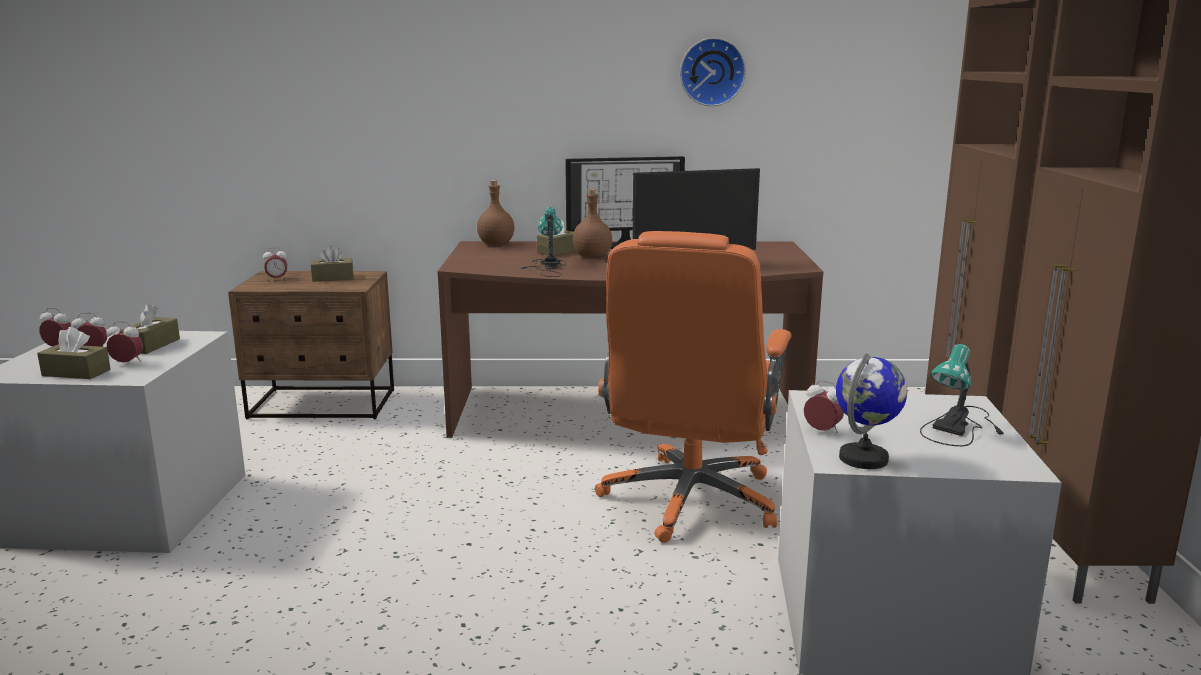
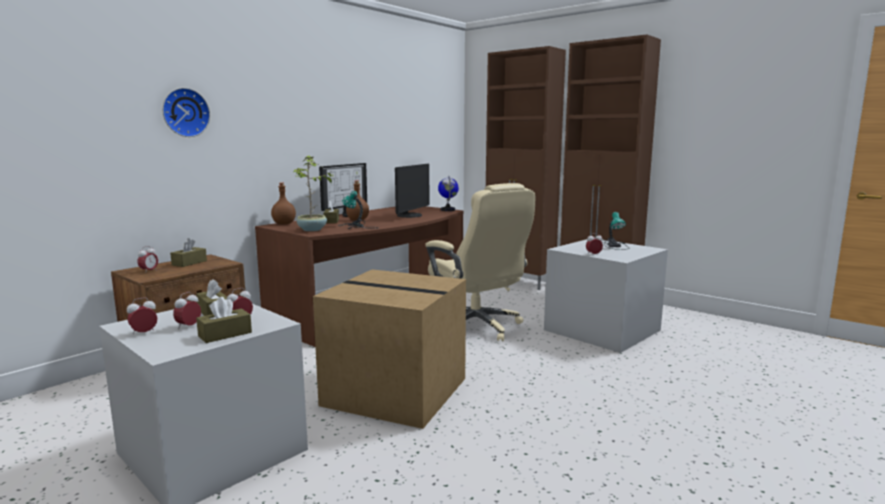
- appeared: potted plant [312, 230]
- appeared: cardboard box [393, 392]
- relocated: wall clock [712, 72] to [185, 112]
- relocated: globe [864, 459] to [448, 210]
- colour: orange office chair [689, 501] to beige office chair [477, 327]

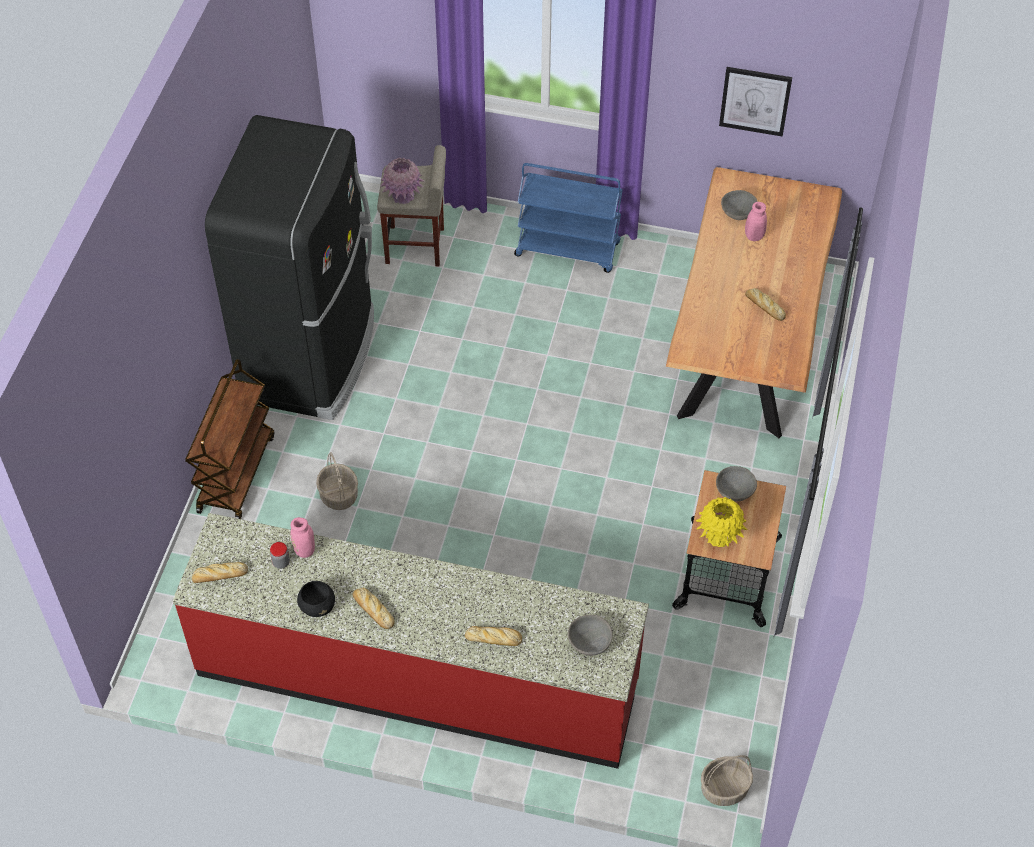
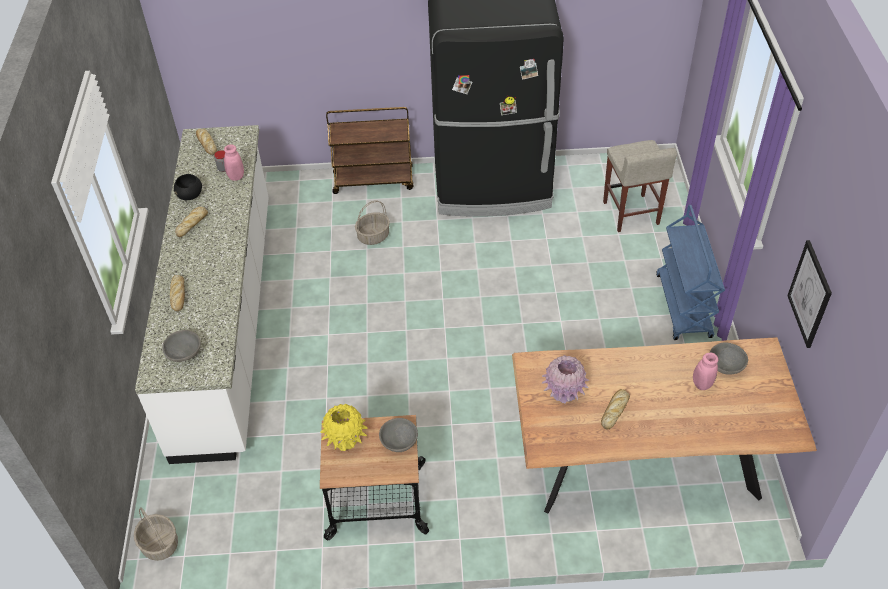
- relocated: pink vase [403, 196] to [563, 393]
- colour: red counter [417, 678] to white counter [227, 321]

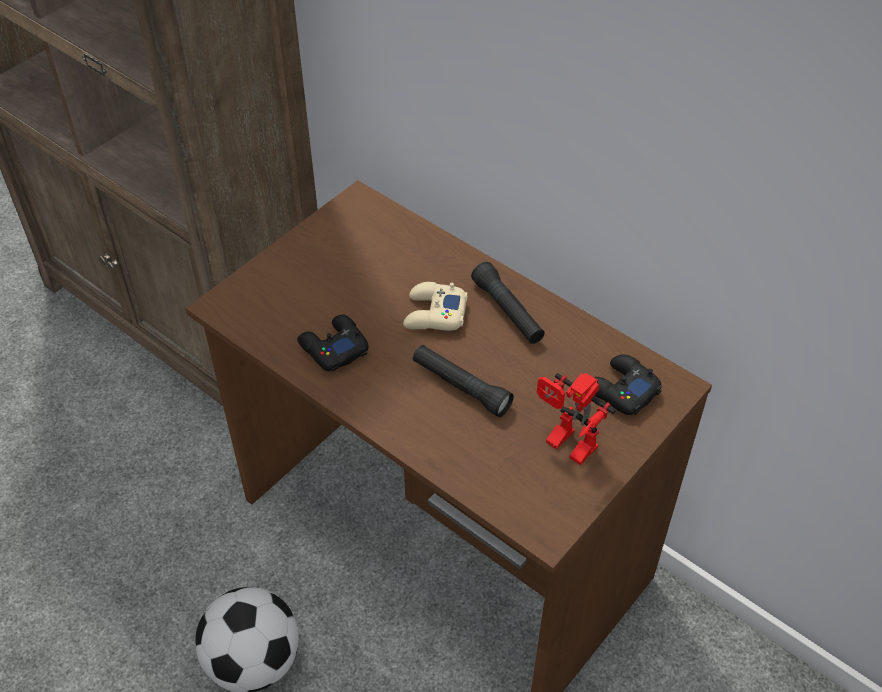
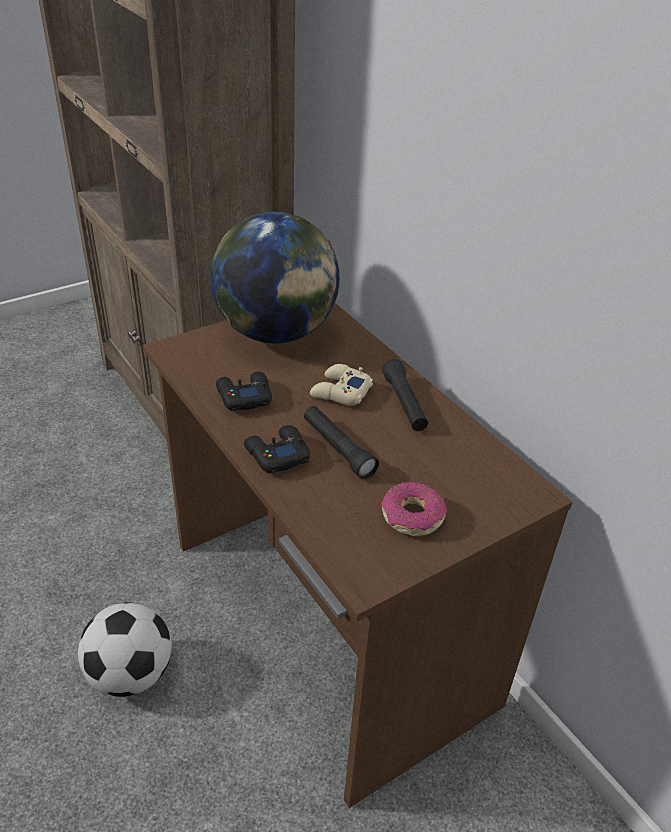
- appeared: globe [275, 333]
- relocated: black game controller [621, 390] to [276, 454]
- exchanged: toy robot [565, 446] to donut [412, 516]

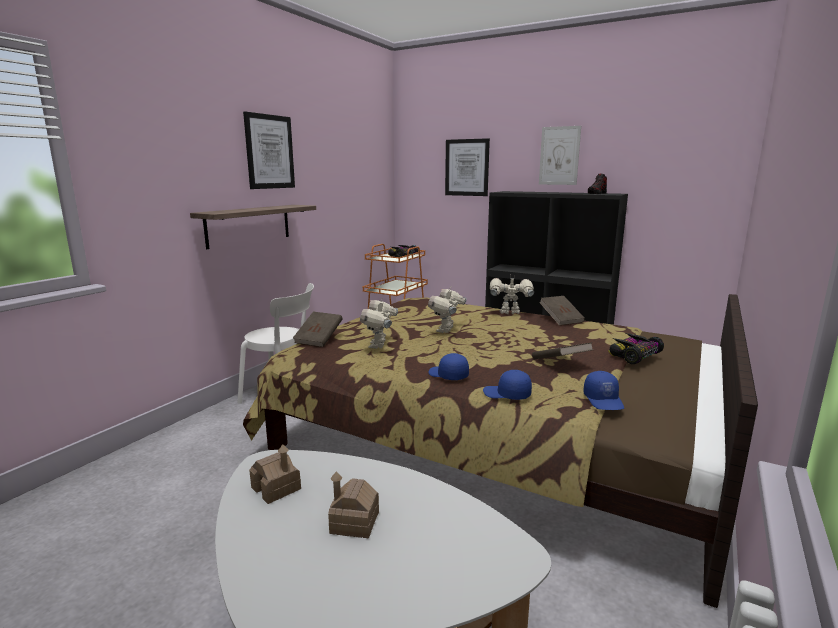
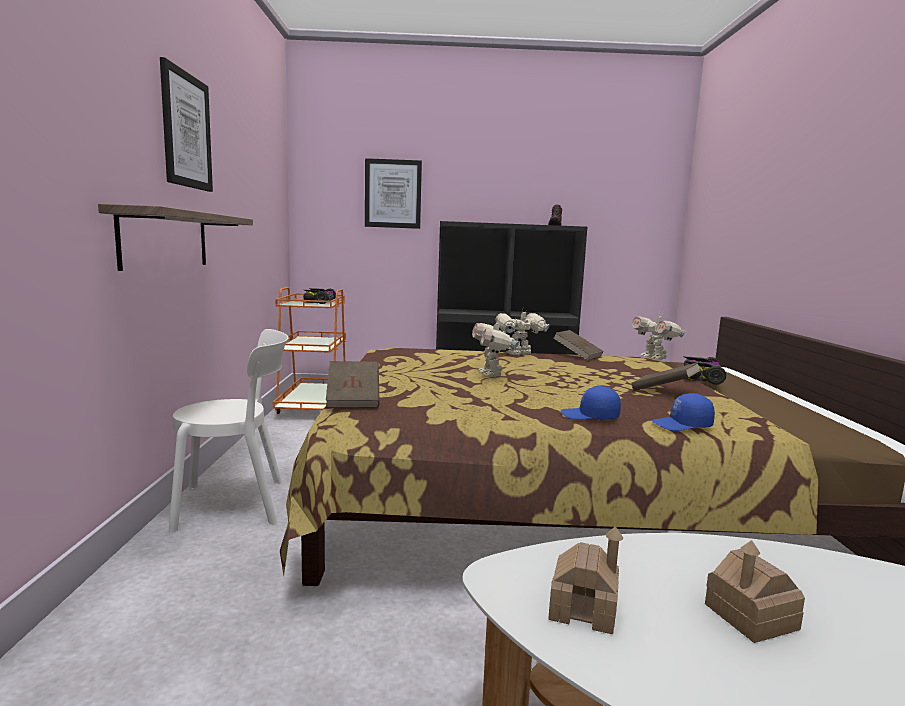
- missing: picture [559, 156]
- missing: blue cap [604, 400]
- relocated: toy robot [379, 345] to [654, 358]

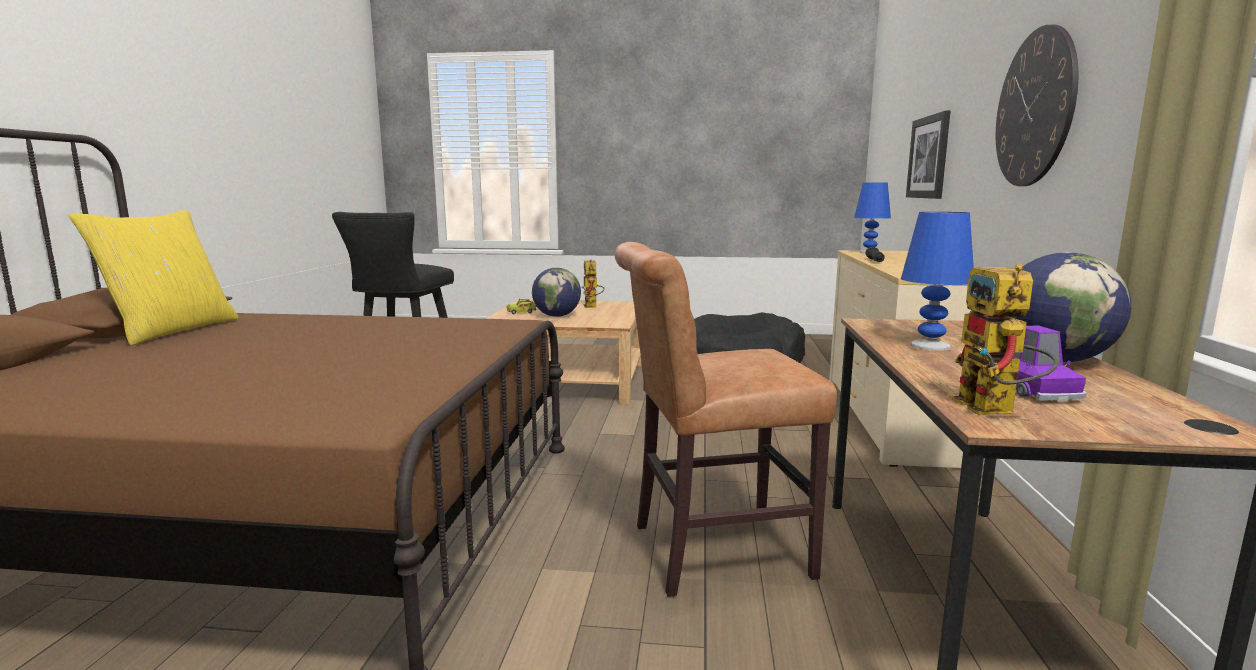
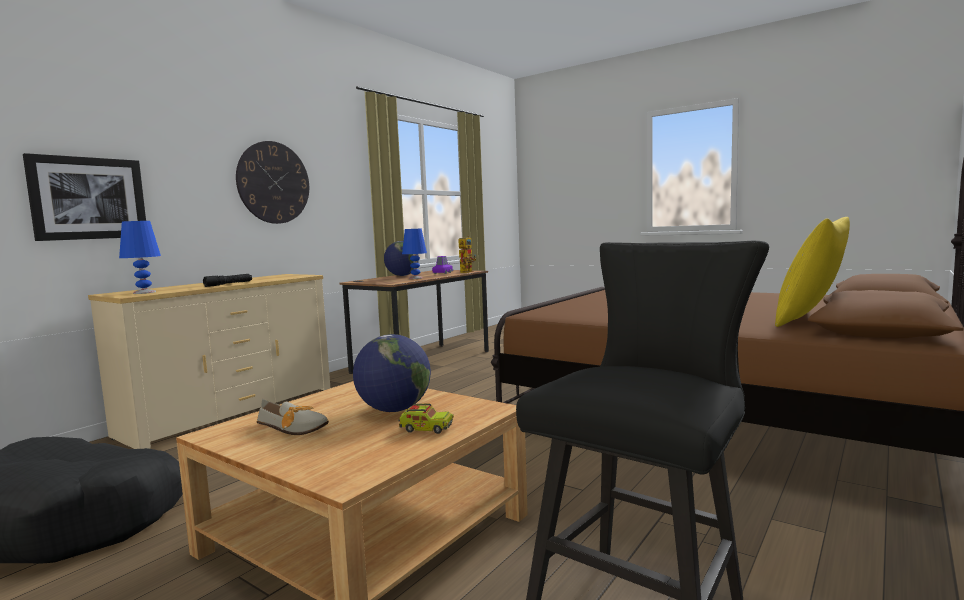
- missing: brown chair [710, 551]
- exchanged: toy robot [592, 307] to shoe [295, 429]

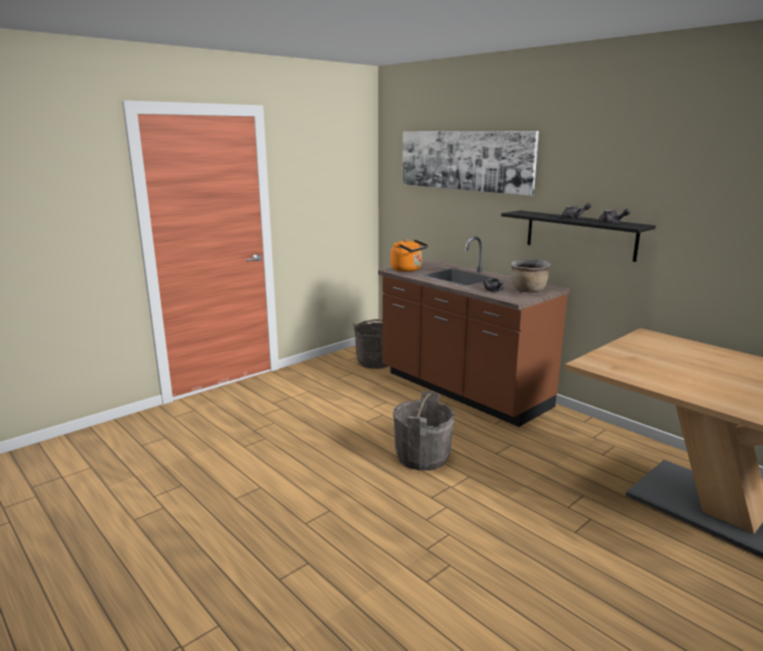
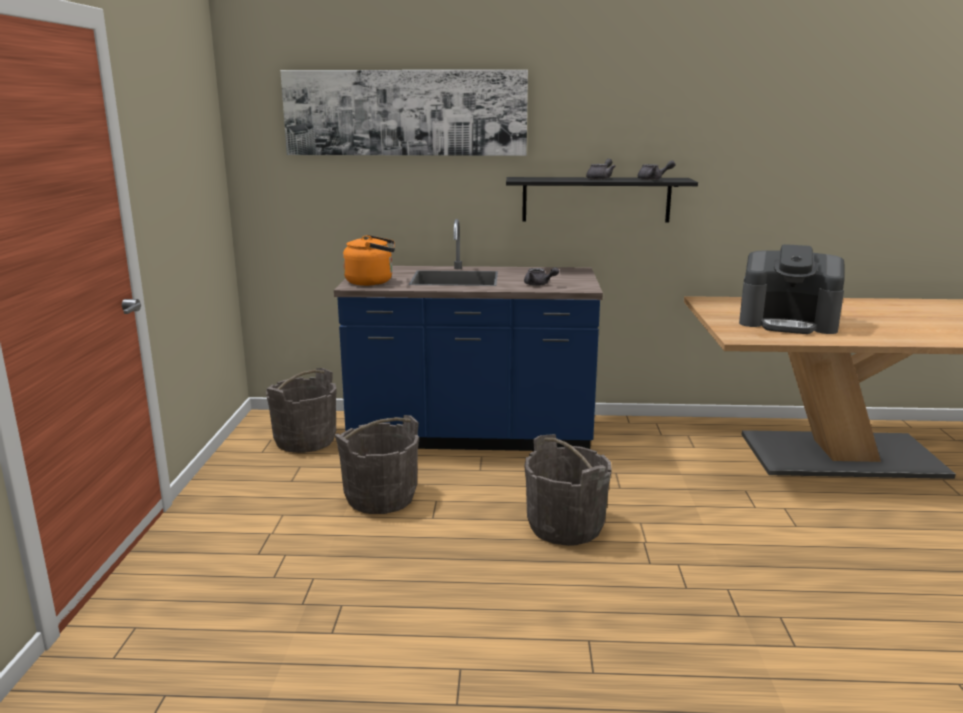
- missing: brown cooking pot [528, 291]
- appeared: grey bucket [380, 497]
- appeared: coffee machine [788, 322]
- colour: brown counter [462, 390] to blue counter [471, 436]

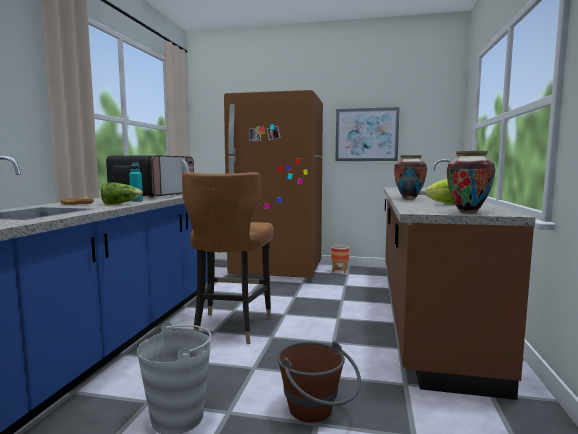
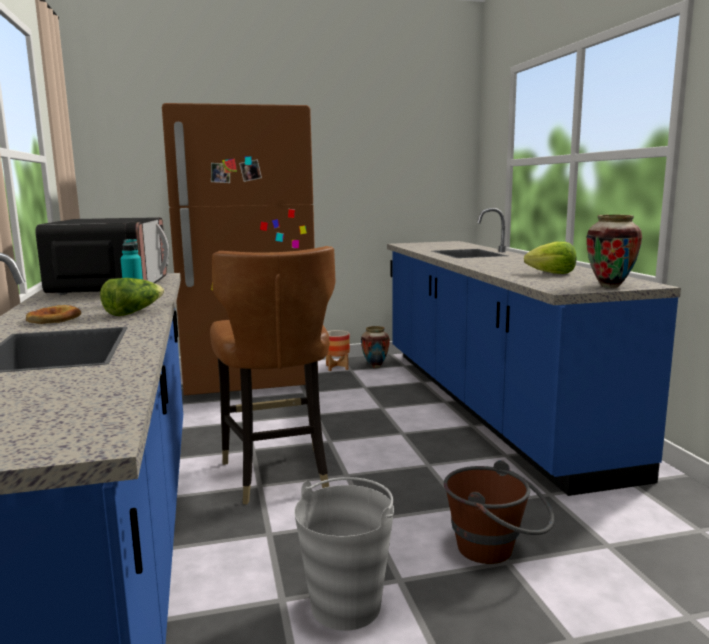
- missing: picture [366, 135]
- relocated: vase [409, 199] to [375, 366]
- colour: brown counter [423, 310] to blue counter [486, 403]

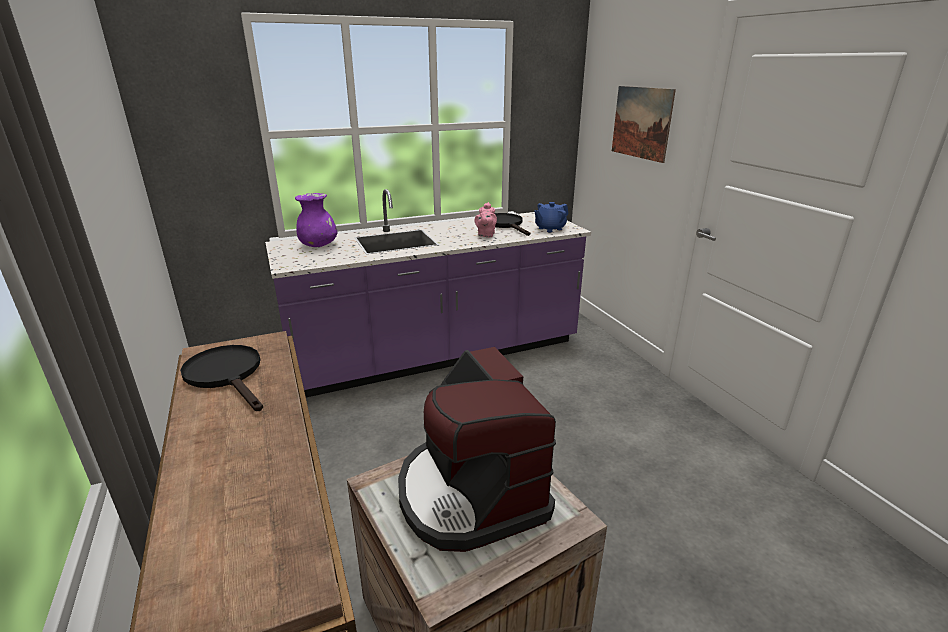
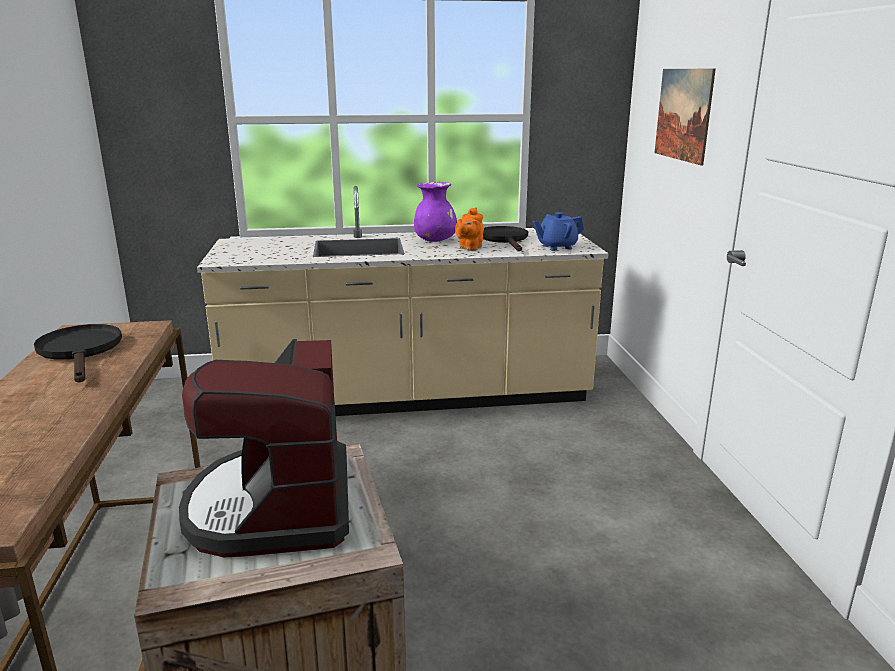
- relocated: purple vase [318, 245] to [435, 241]
- colour: purple counter [437, 356] to beige counter [408, 398]
- colour: pink teapot [485, 235] to orange teapot [469, 248]

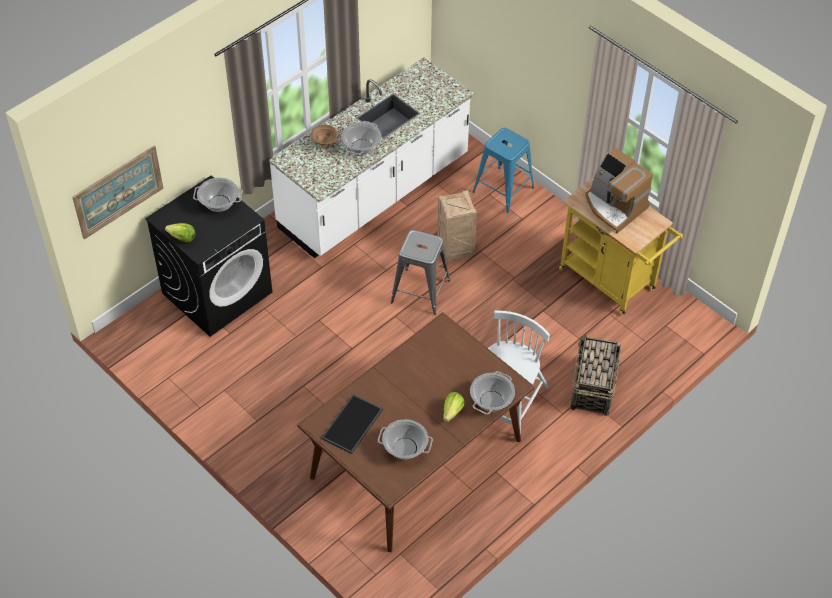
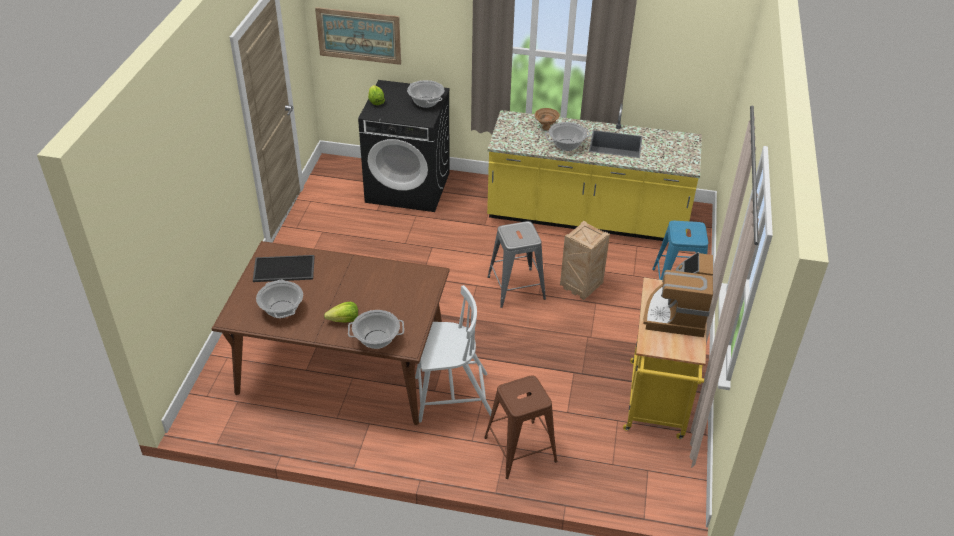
- exchanged: basket [592, 388] to brown stool [520, 449]
- colour: white counter [375, 193] to yellow counter [587, 217]

